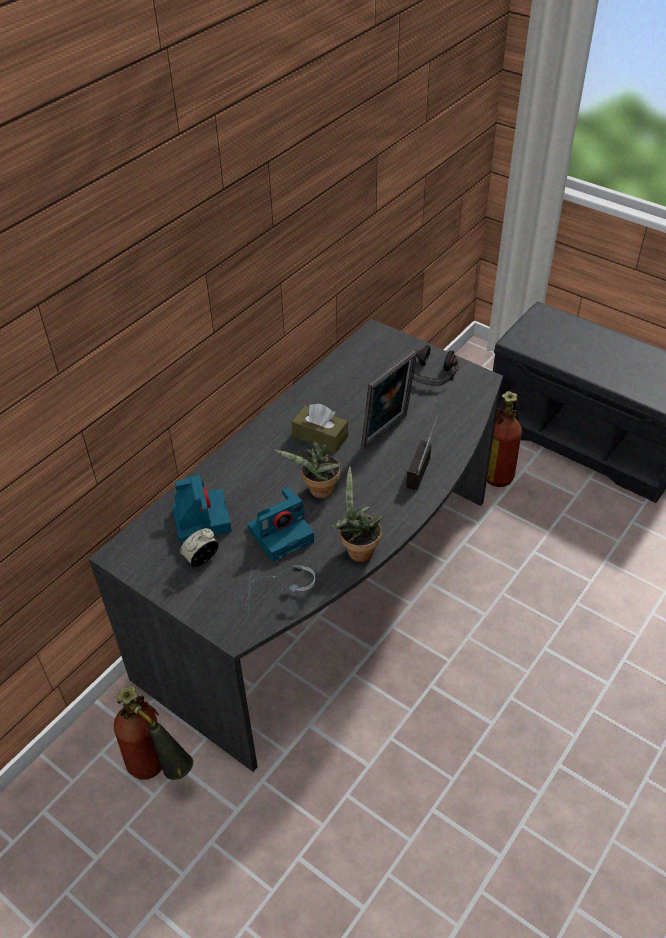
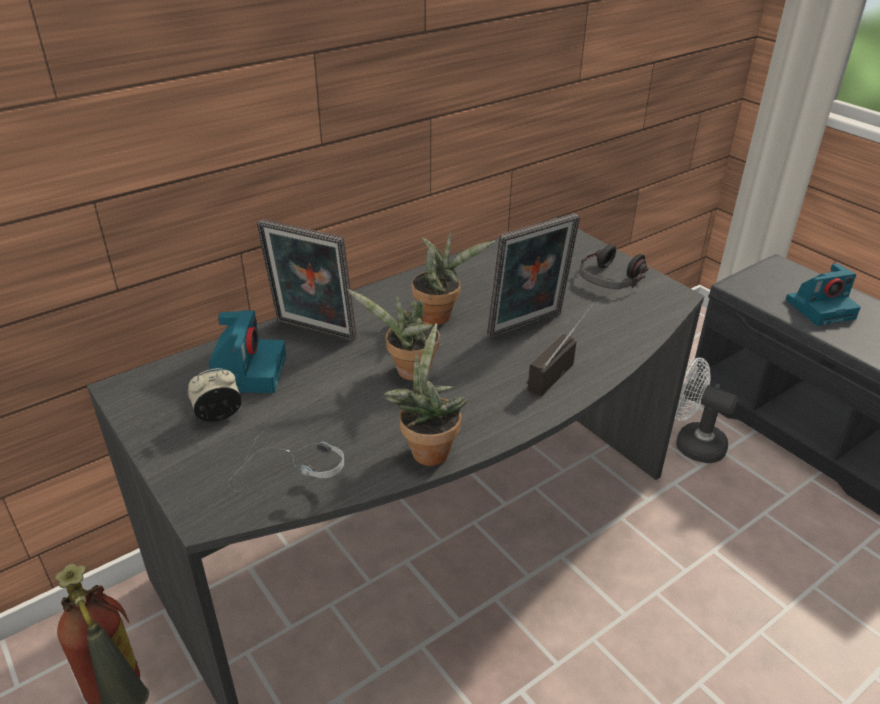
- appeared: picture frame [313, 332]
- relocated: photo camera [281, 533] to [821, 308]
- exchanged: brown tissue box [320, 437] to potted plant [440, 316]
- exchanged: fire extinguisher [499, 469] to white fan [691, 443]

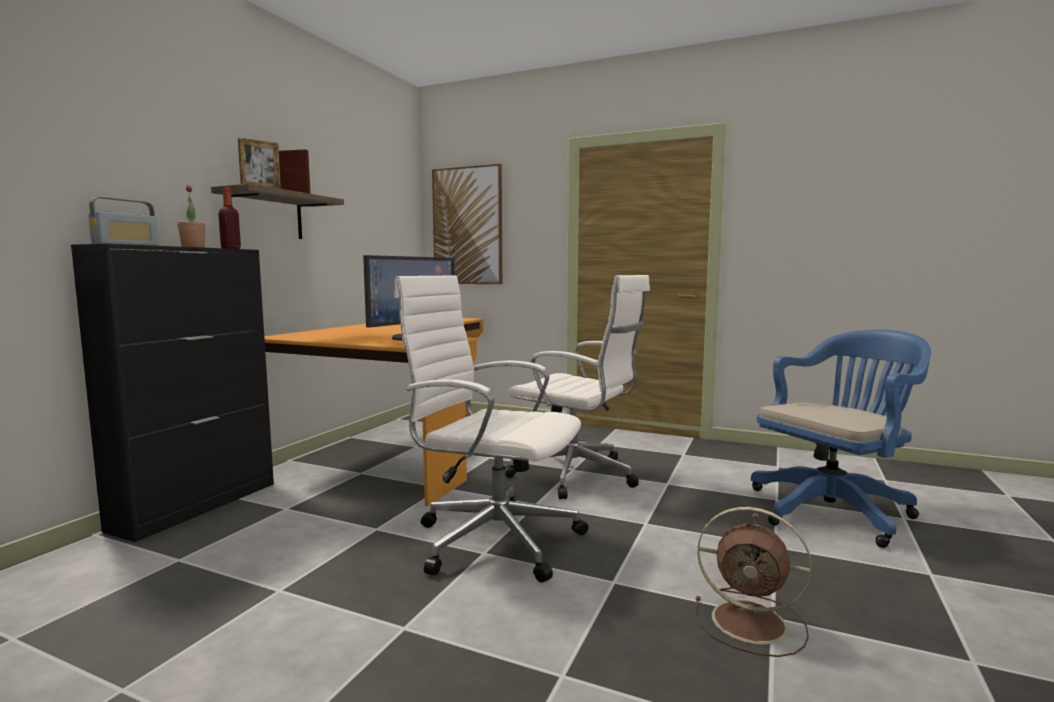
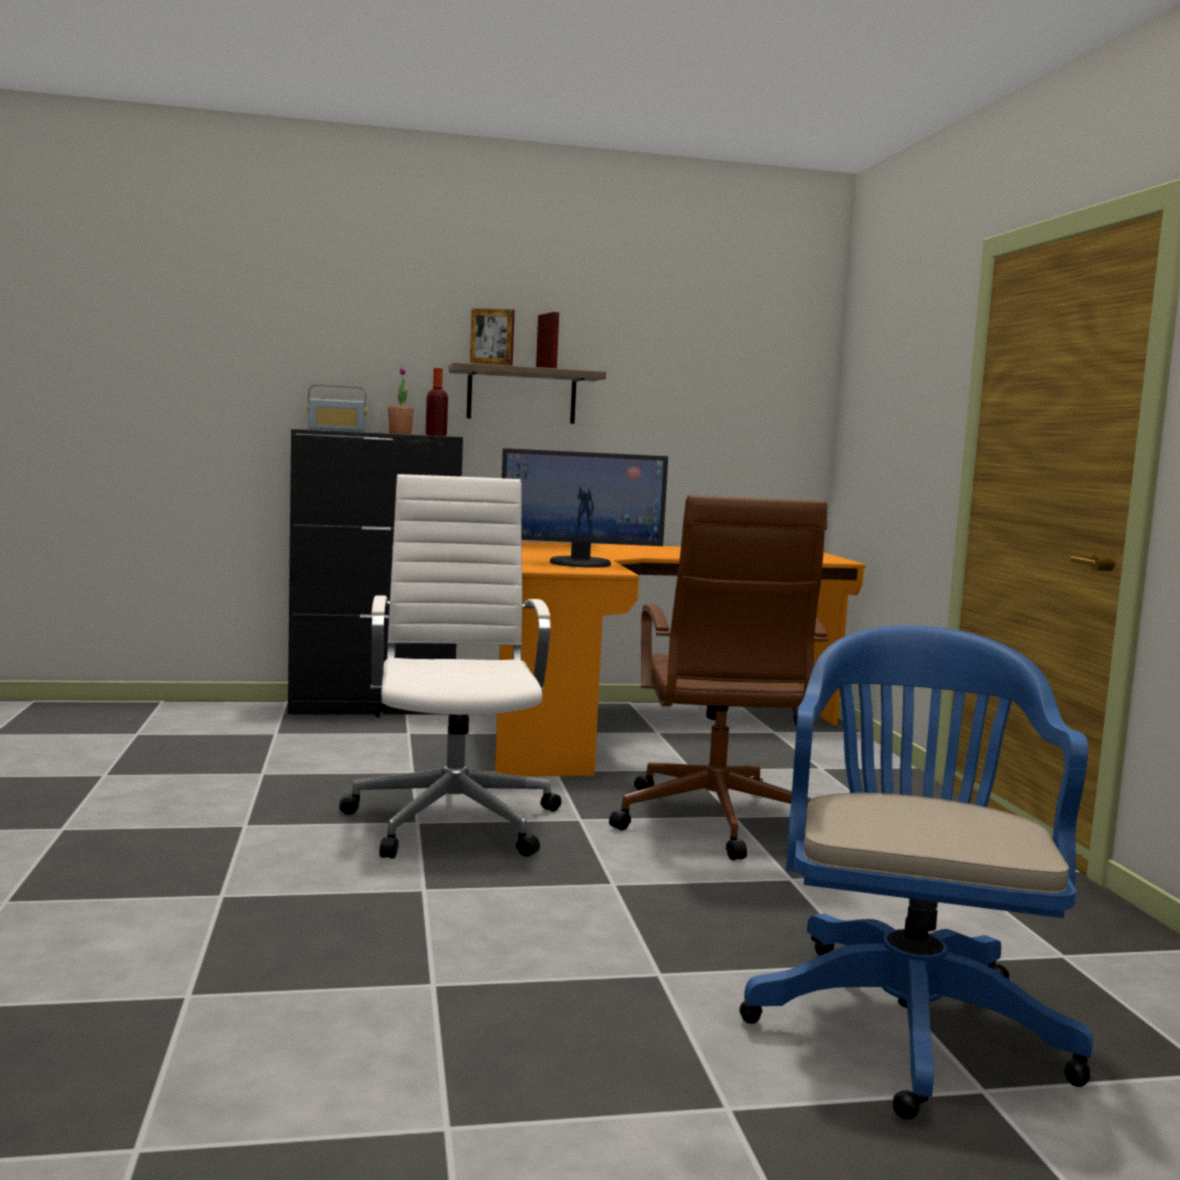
- missing: picture [468, 226]
- missing: brown fan [752, 623]
- colour: white office chair [577, 475] to brown office chair [715, 822]
- spun: blue office chair [834, 510] = [905, 1017] 105 degrees counterclockwise

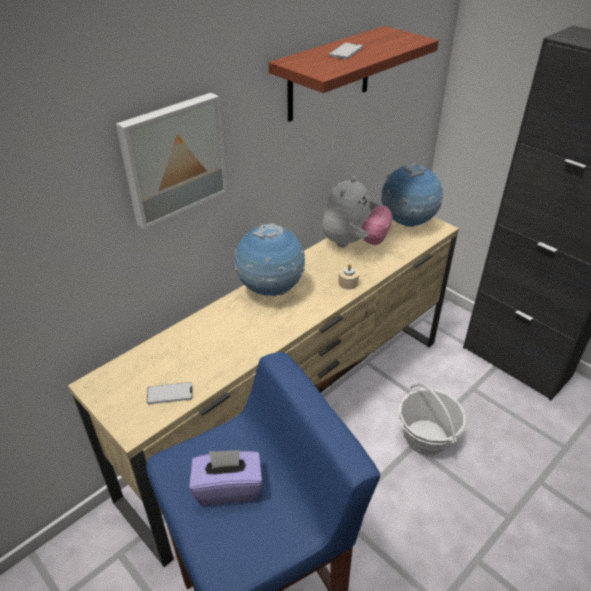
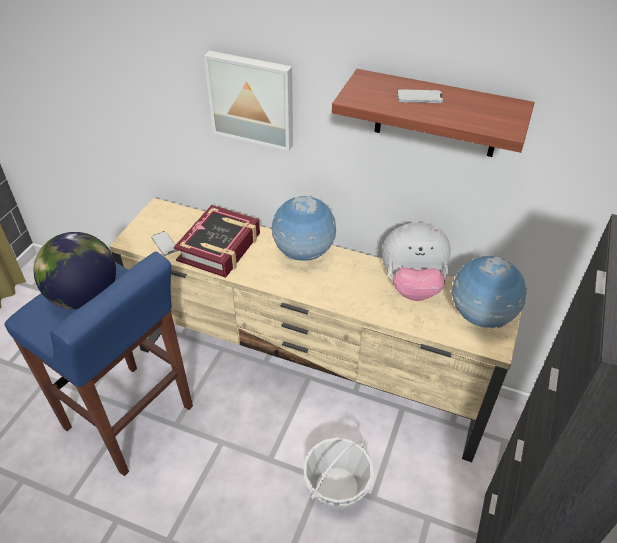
- missing: beige candle [348, 283]
- appeared: book [220, 247]
- exchanged: purple tissue box [228, 487] to globe [84, 296]

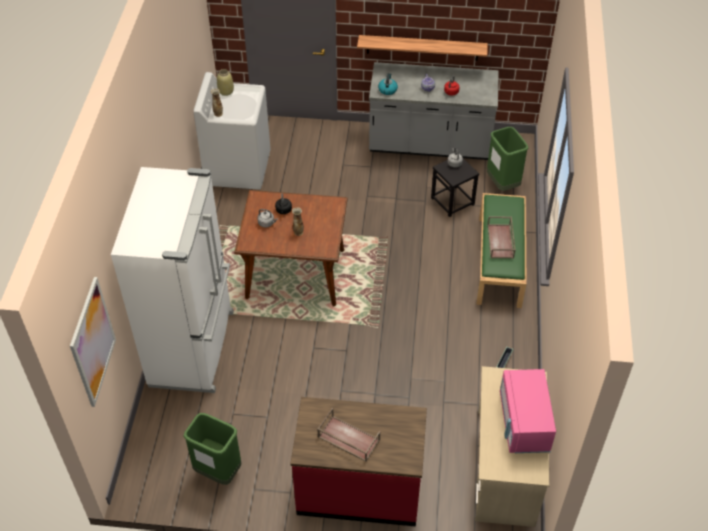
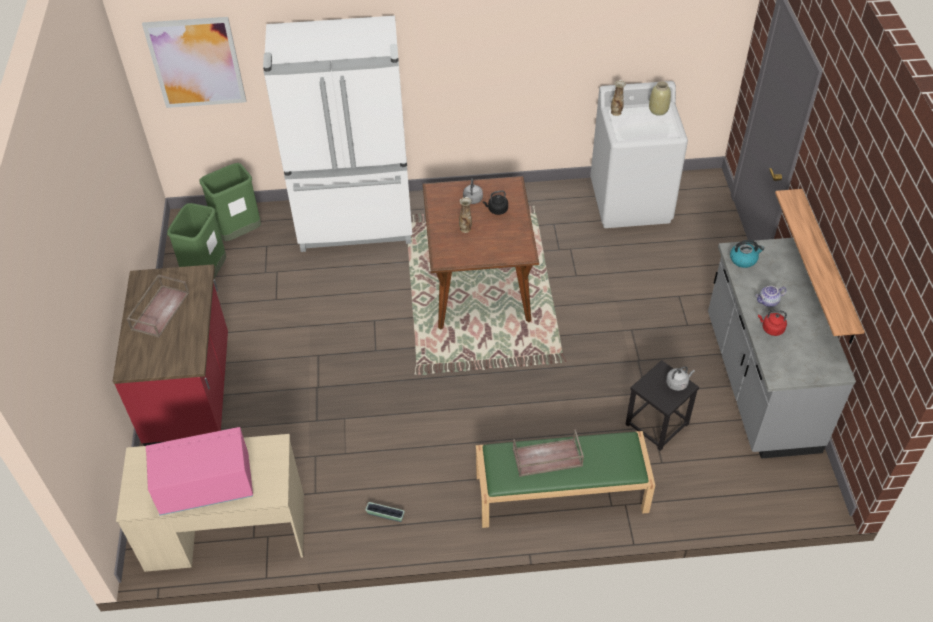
- relocated: green trash can [502, 184] to [239, 233]

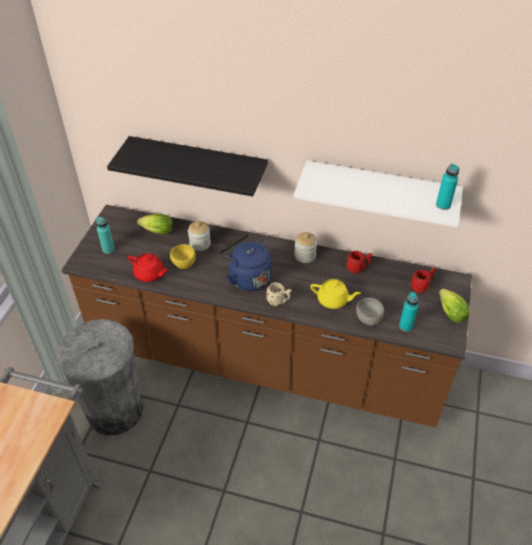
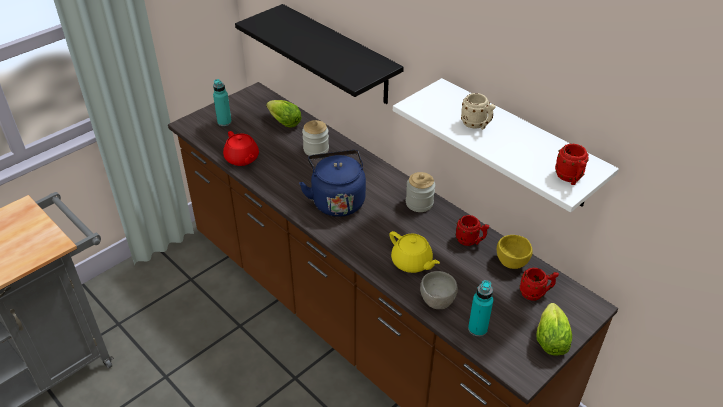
- missing: grey trash can [115, 410]
- relocated: yellow bowl [184, 263] to [512, 261]
- relocated: beige mug [278, 302] to [476, 125]
- exchanged: turquoise bottle [443, 205] to red mug [570, 179]

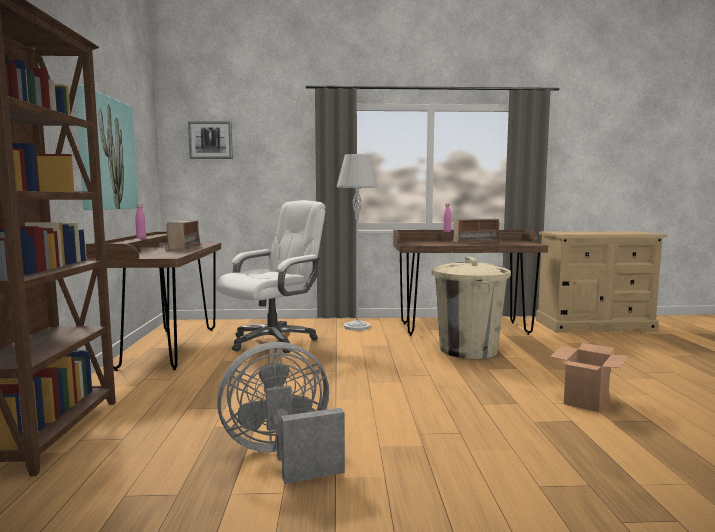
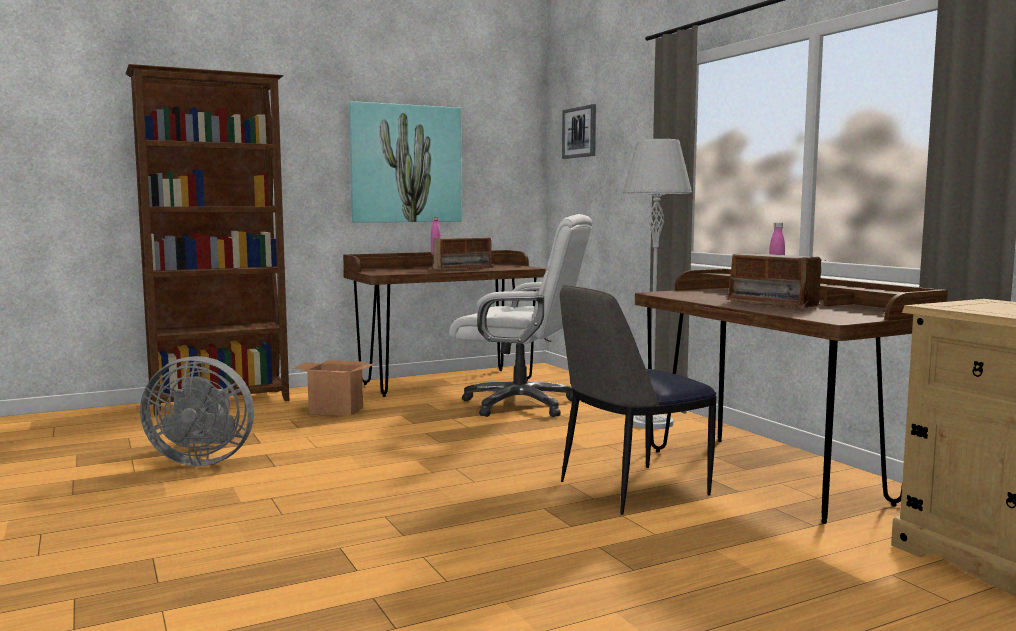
- relocated: cardboard box [586, 401] to [335, 411]
- exchanged: beige trash can [468, 350] to chair [630, 489]
- spun: grey fan [282, 455] = [201, 460] 135 degrees clockwise

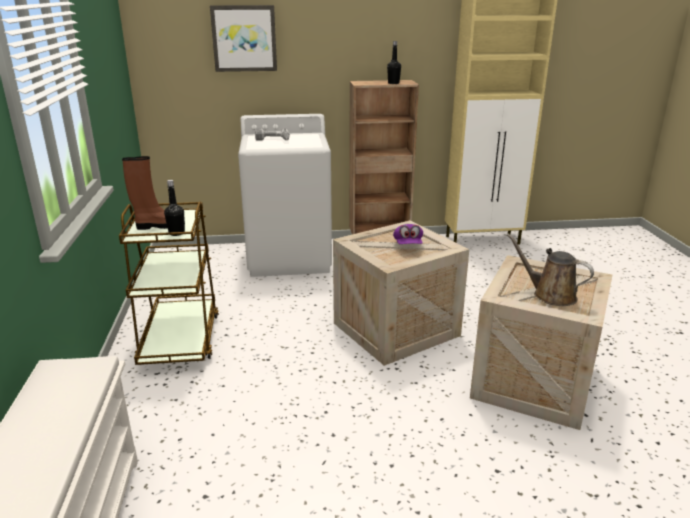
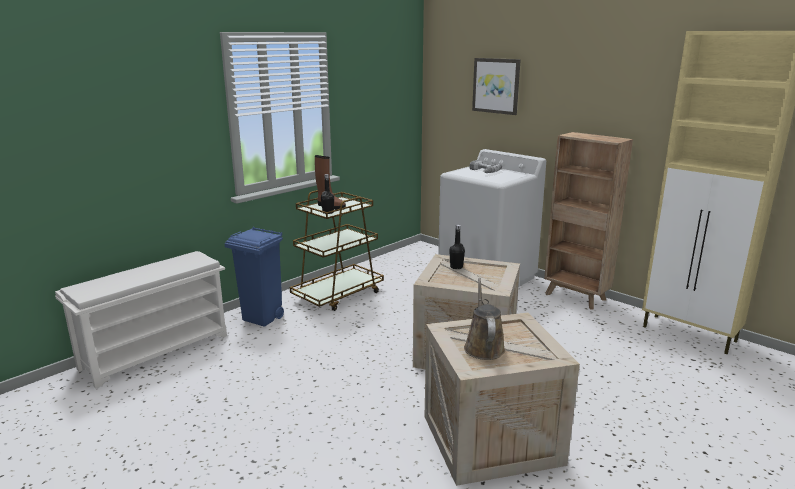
- missing: purple cap [407, 245]
- appeared: blue trash can [262, 318]
- relocated: black bottle [393, 83] to [456, 267]

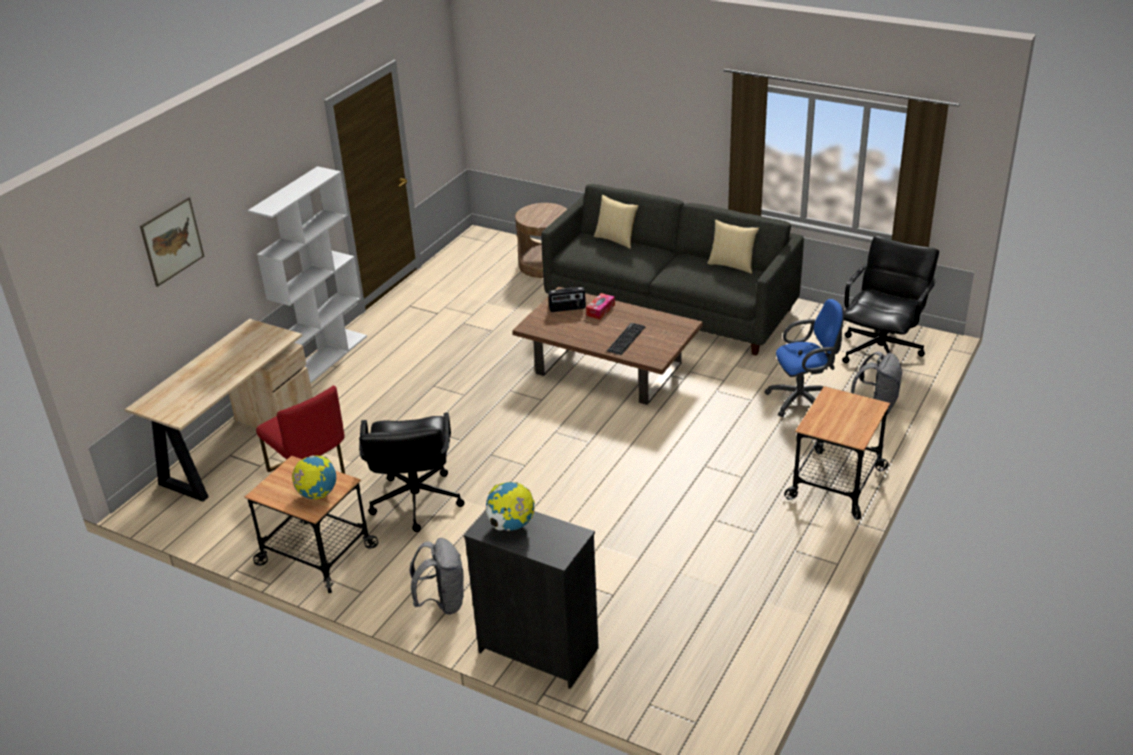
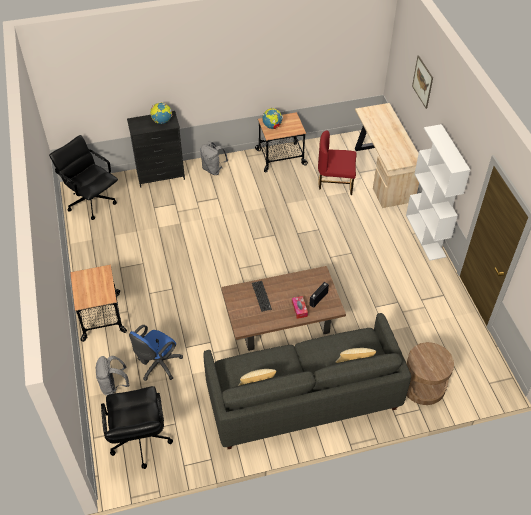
- relocated: black office chair [415, 502] to [91, 201]

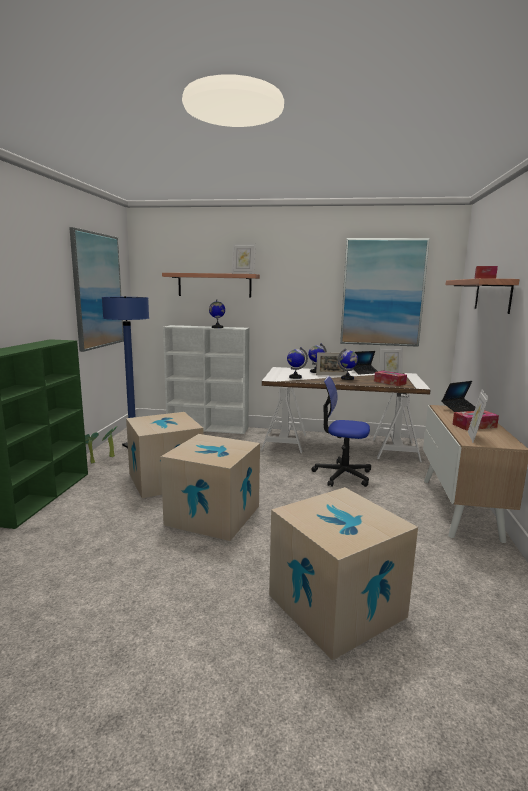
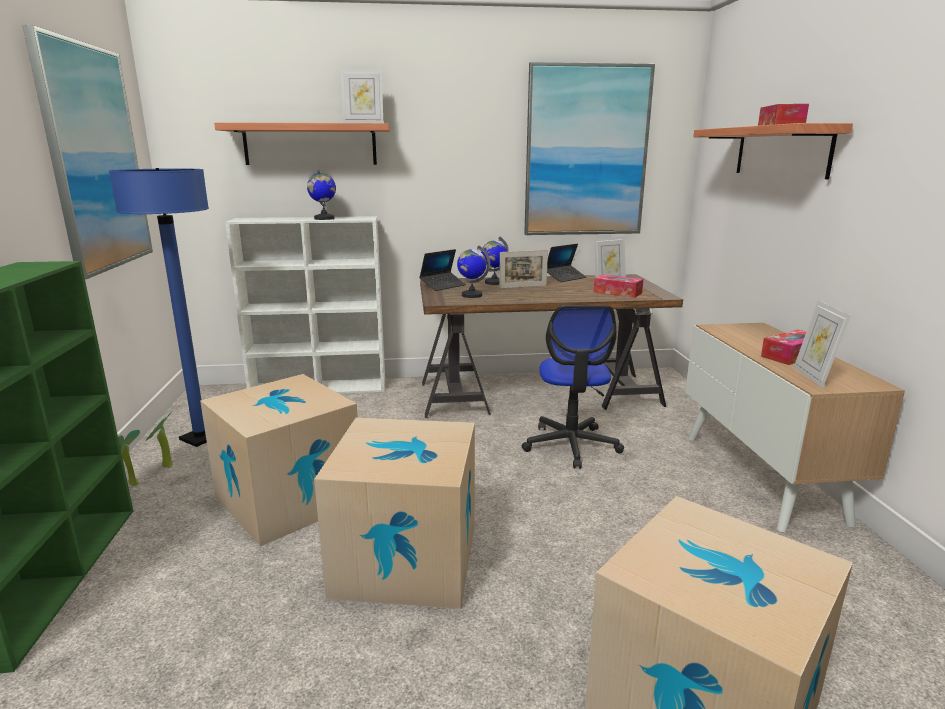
- missing: globe [347, 378]
- relocated: laptop [459, 409] to [443, 286]
- colour: white desk [339, 445] to brown desk [538, 393]
- spun: office chair [342, 475] = [571, 445] 90 degrees counterclockwise

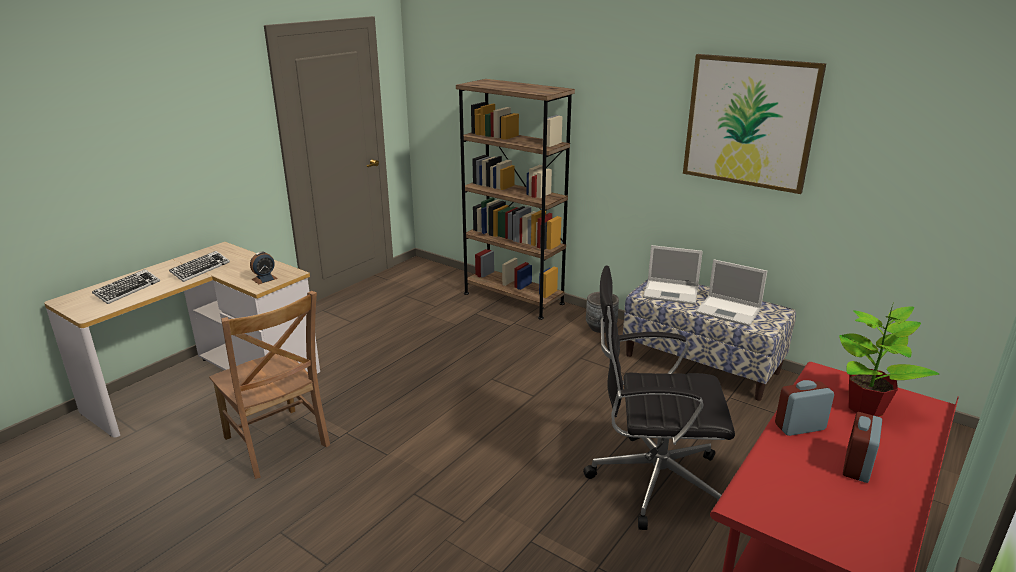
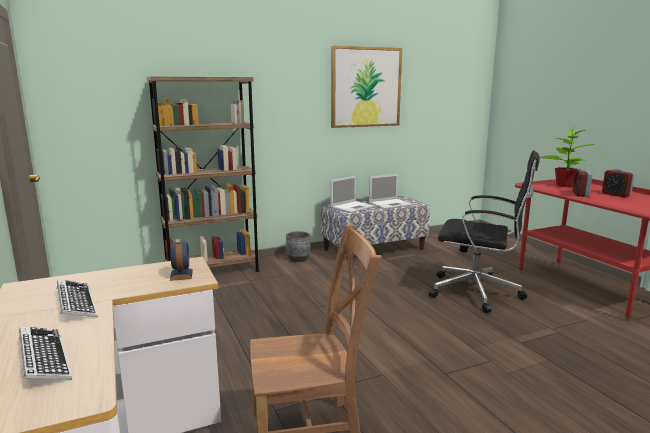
- spun: black office chair [652, 480] = [478, 292] 105 degrees counterclockwise

